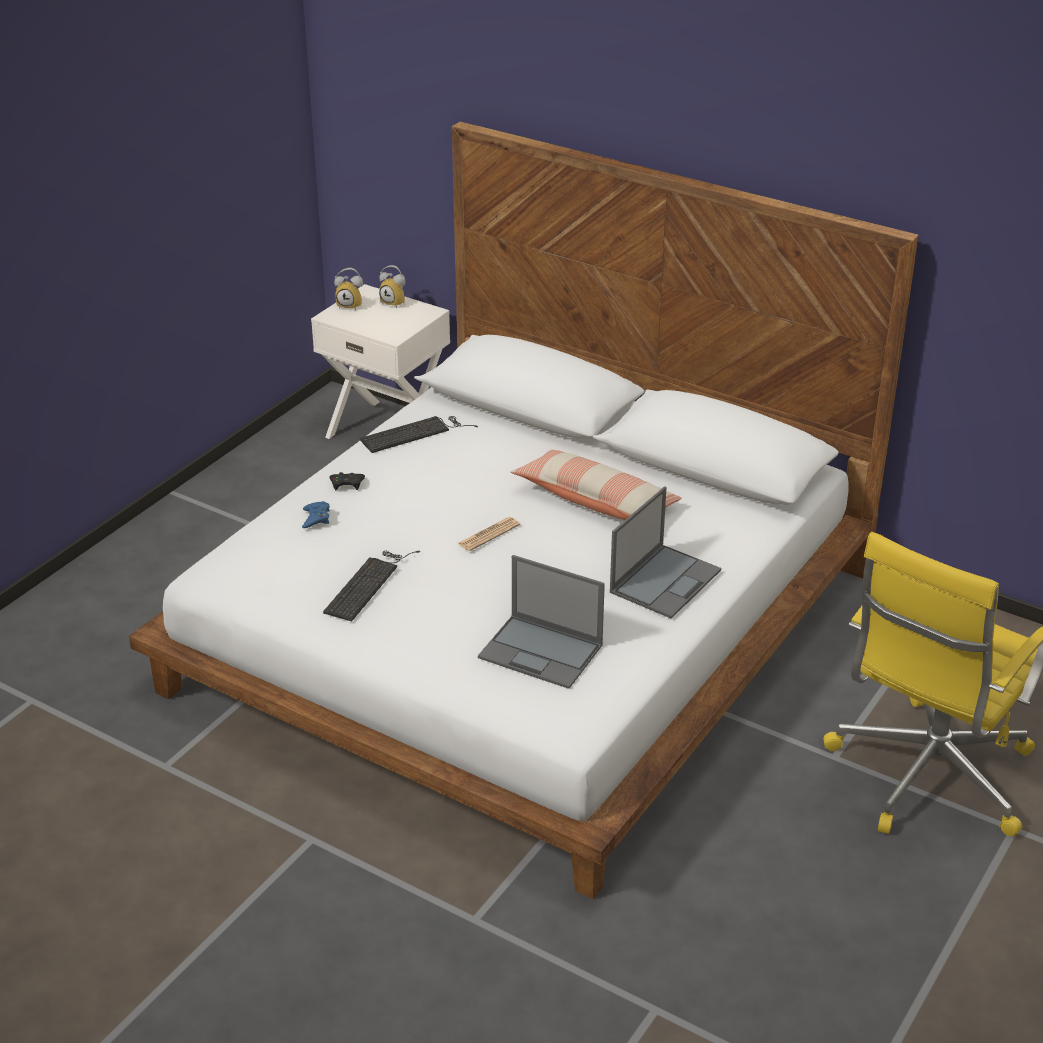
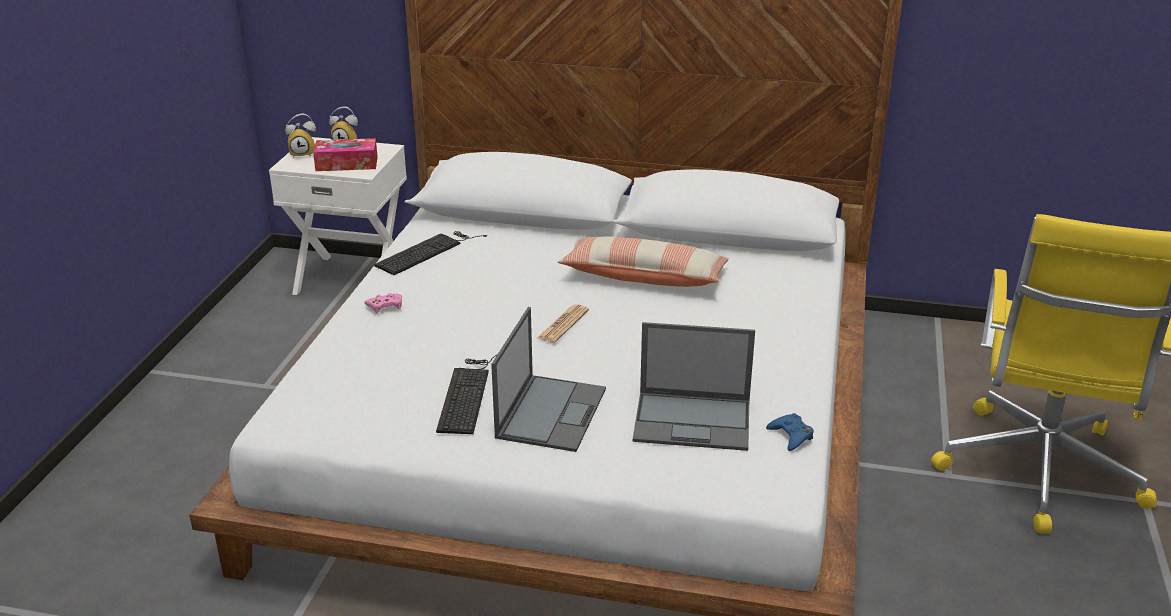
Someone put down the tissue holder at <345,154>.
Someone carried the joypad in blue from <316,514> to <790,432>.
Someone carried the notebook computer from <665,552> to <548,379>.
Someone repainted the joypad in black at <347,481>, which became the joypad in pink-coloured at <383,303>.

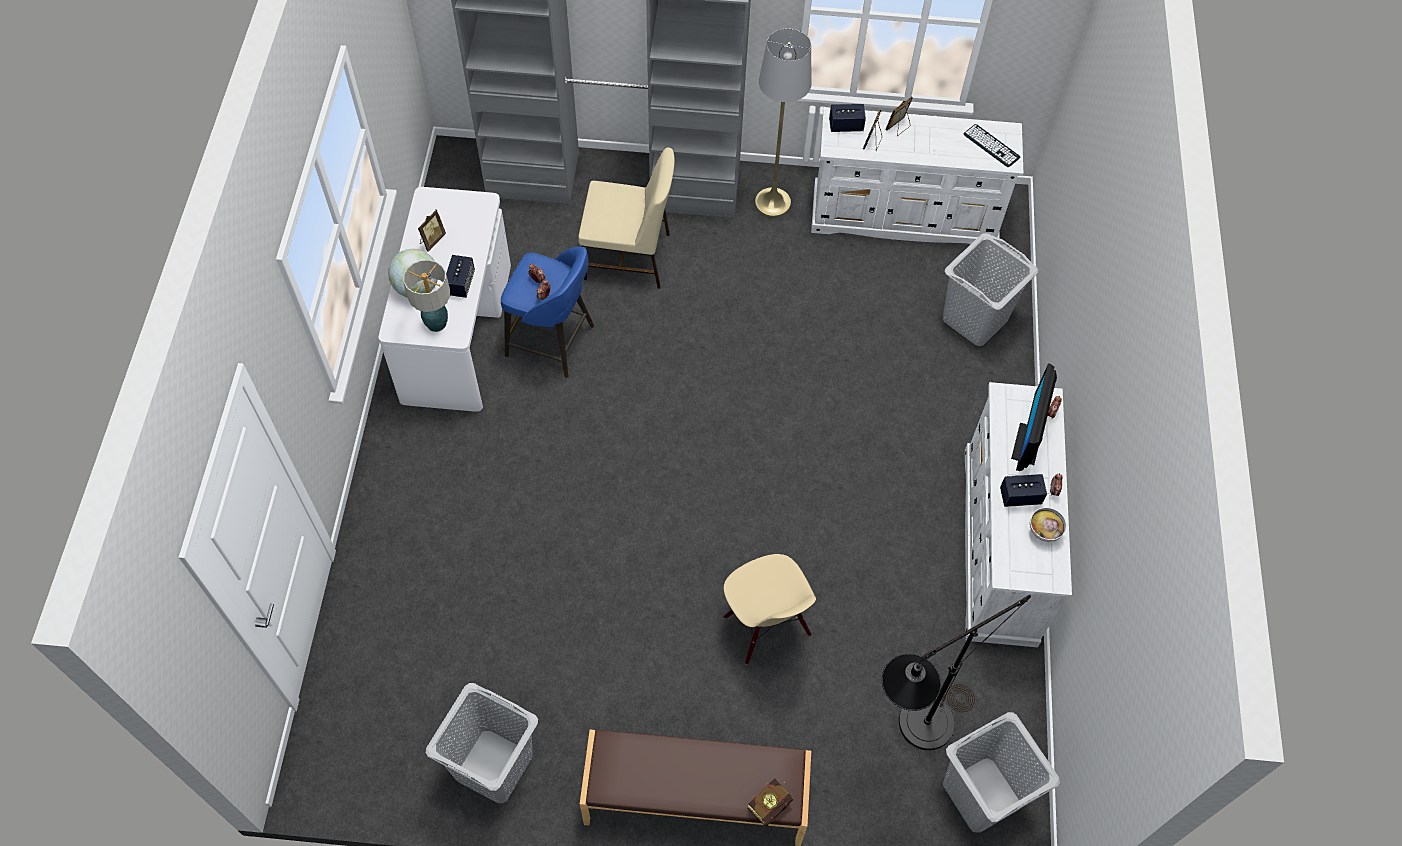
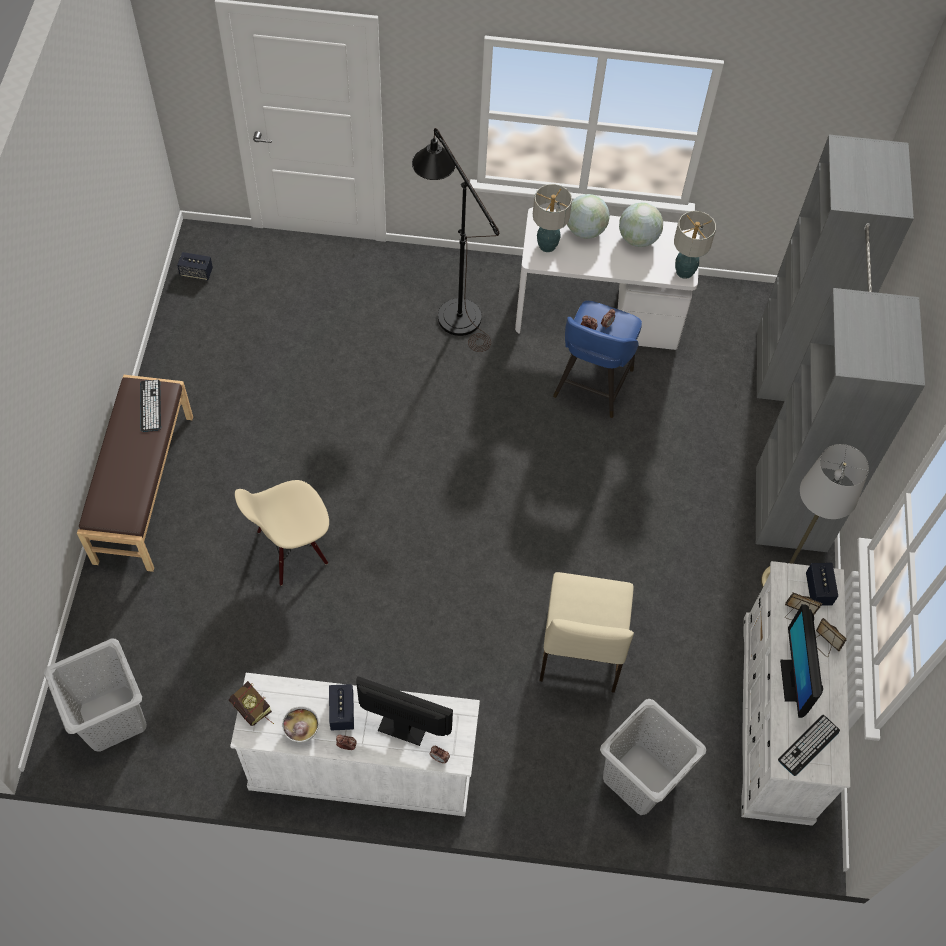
Someone took away the washing basket in gray at <482,743>.
Someone put down the keyboard at <150,406>.
Someone put down the tabletop lamp at <695,245>.
Someone put down the computer screen at <801,661>.
Someone carried the audio speaker from <460,276> to <195,266>.
Someone carried the chair in beige from <626,218> to <586,632>.
Someone carried the volume from <770,802> to <251,703>.
Someone carried the standing lamp in black from <956,672> to <455,240>.
Someone swapped the picture frame at <432,230> for the globe at <641,224>.

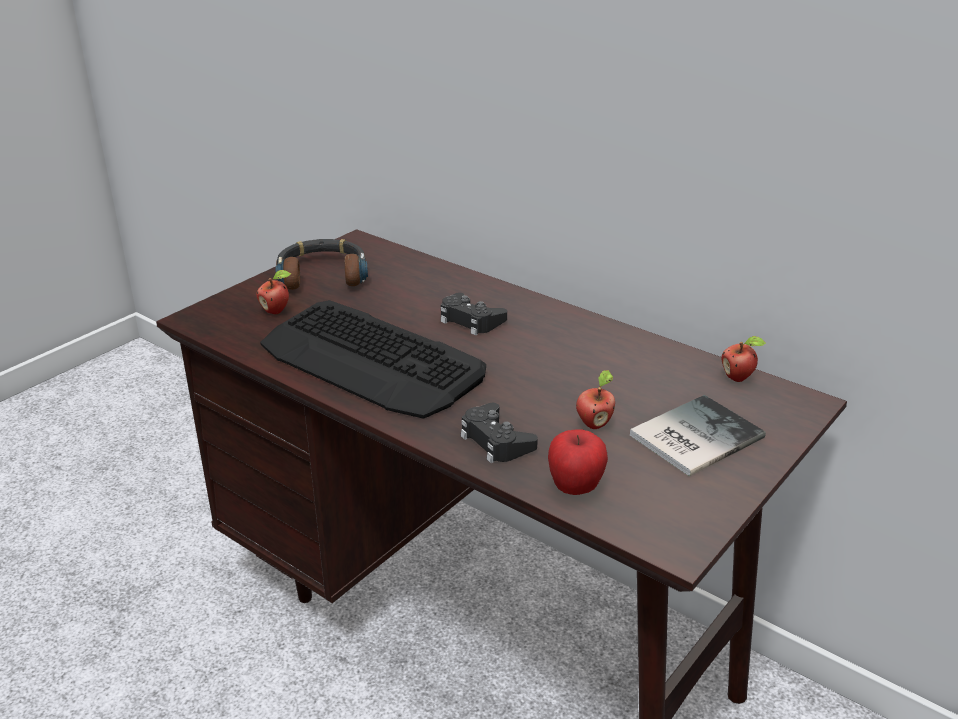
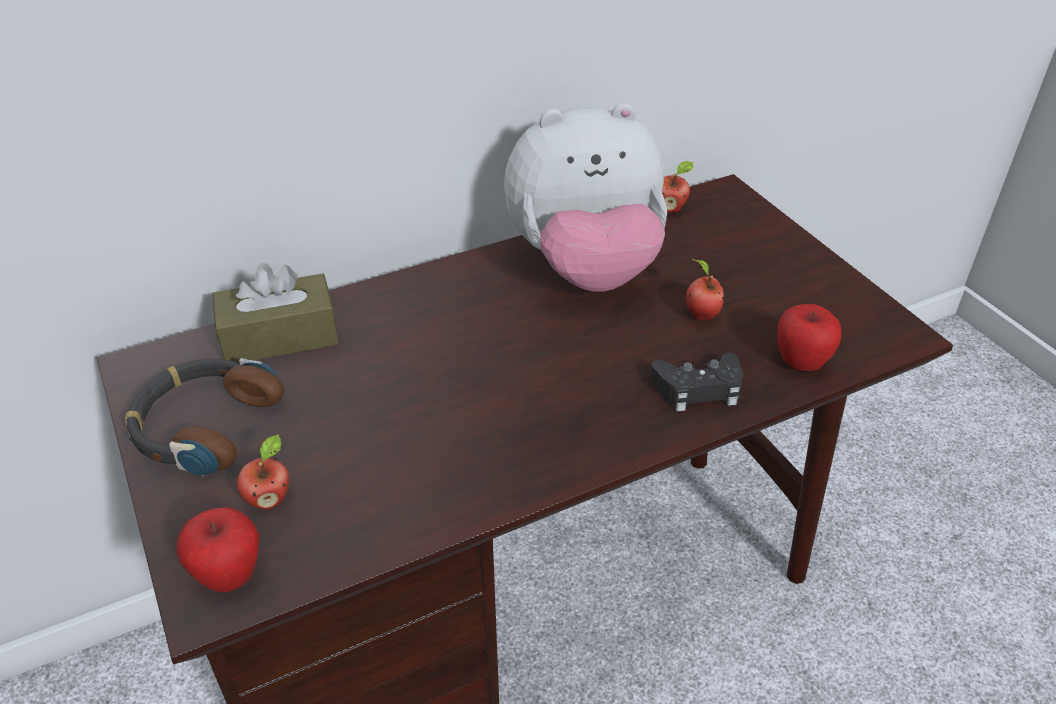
Someone took away the keyboard at <373,359>.
Someone took away the joypad in black at <474,314>.
Someone took away the volume at <698,435>.
Someone put down the whole apple at <218,549>.
Someone put down the tissue holder in brown at <275,313>.
Someone put down the cuddly toy at <585,197>.

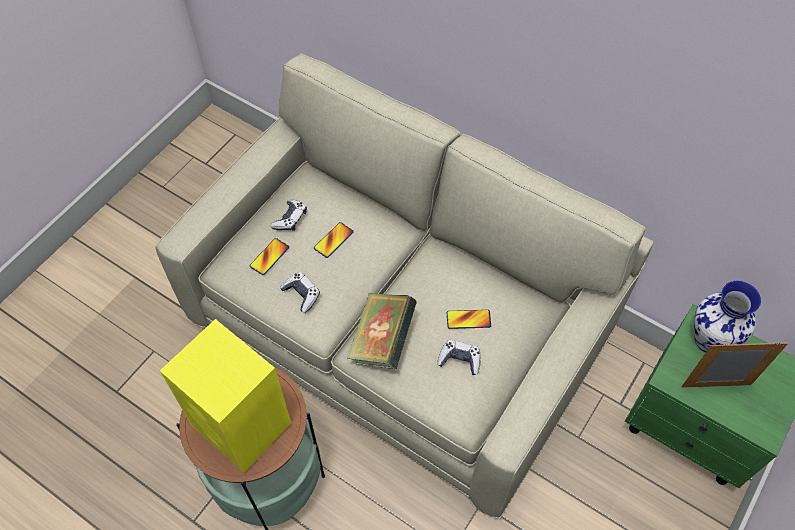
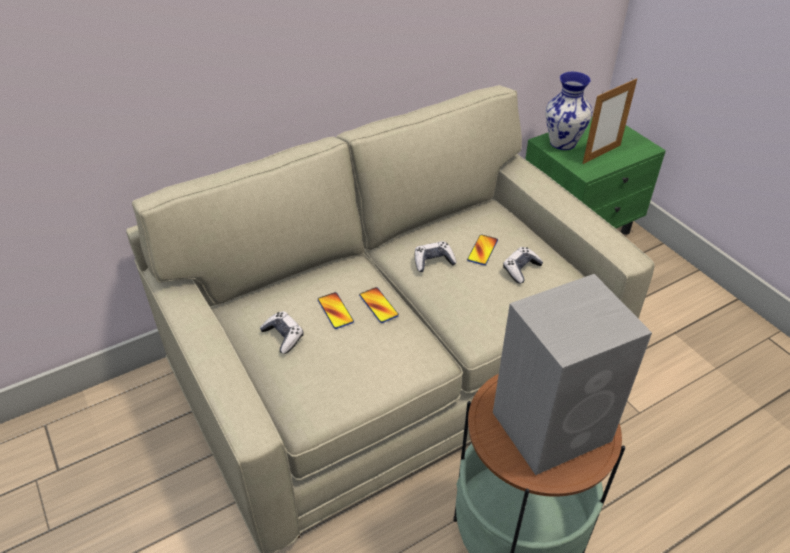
Someone took away the volume at <382,331>.
Someone carried the telephone from <269,256> to <379,305>.
Someone carried the joypad from <300,292> to <436,256>.
Someone repainted the audio speaker in yellow-coloured at <225,395>, which became the audio speaker in gray at <572,374>.
Someone rotated the picture frame at <734,365> by 150 degrees counterclockwise.

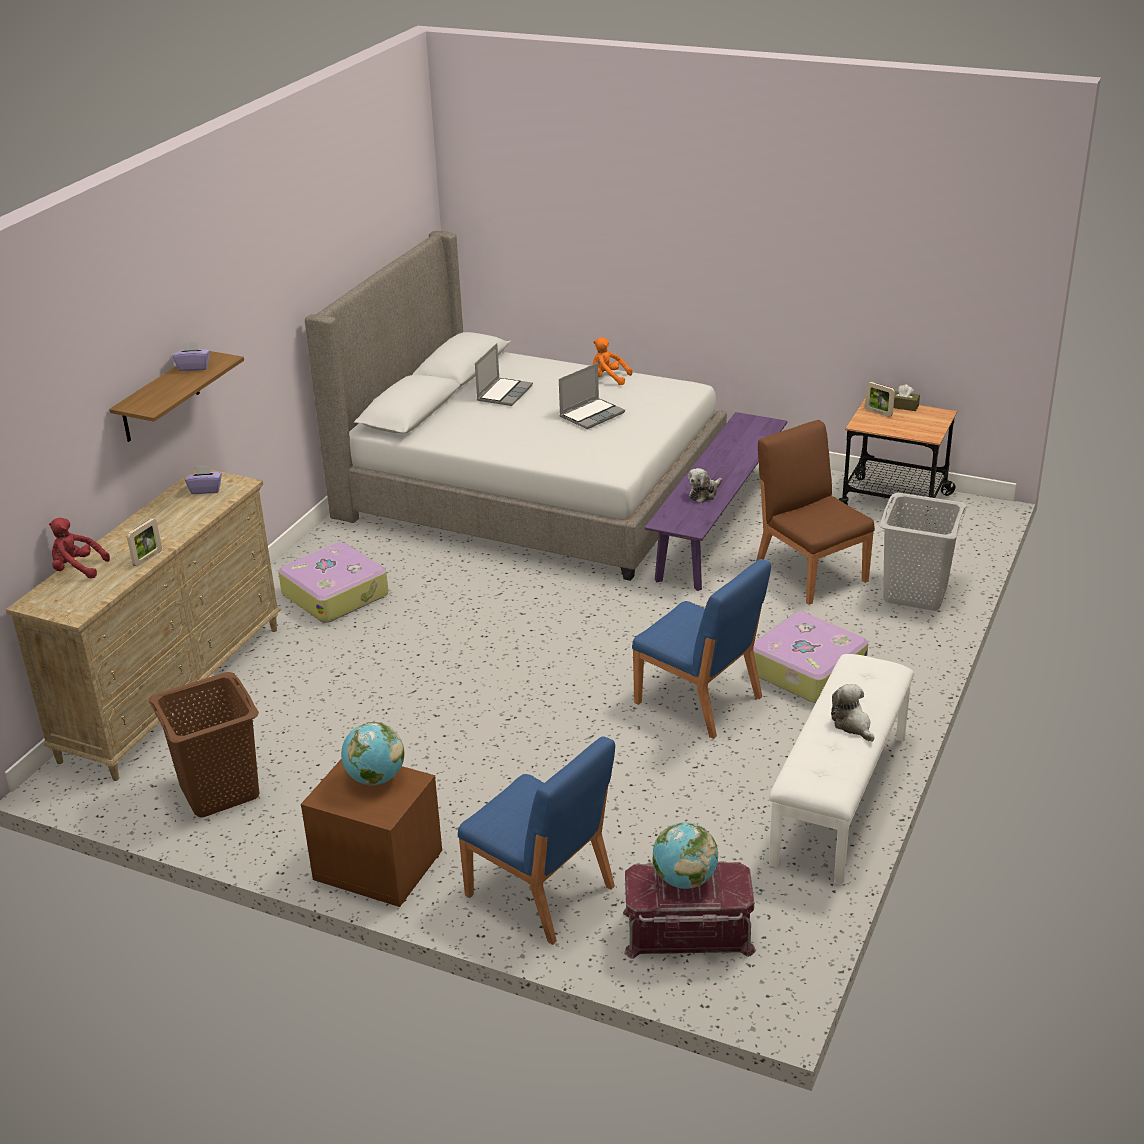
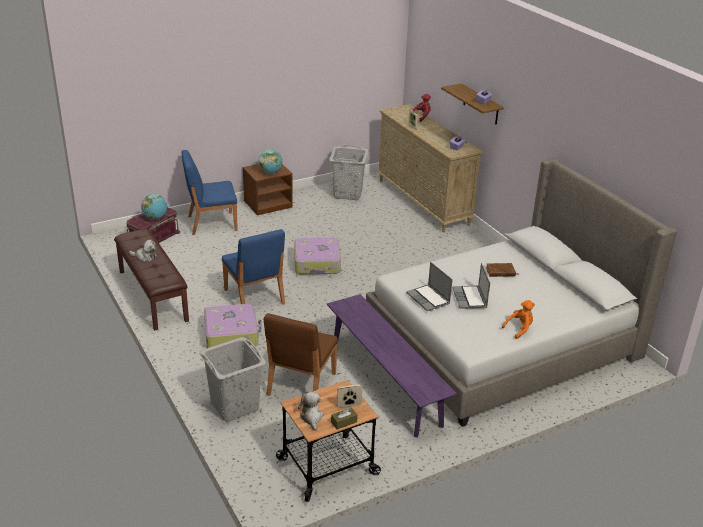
Someone put down the volume in brown at <501,270>.
Someone carried the suitcase from <333,582> to <317,256>.
Someone carried the notebook computer from <504,374> to <429,286>.
Someone carried the cuddly toy from <705,485> to <310,411>.
Someone repainted the washing basket in brown at <204,744>, which became the washing basket in gray at <349,172>.
Someone repainted the bench in whitish at <841,769>, which became the bench in brown at <151,280>.
Someone rotated the chair in blue at <701,649> by 105 degrees counterclockwise.
Someone rotated the chair in brown at <815,512> by 105 degrees clockwise.

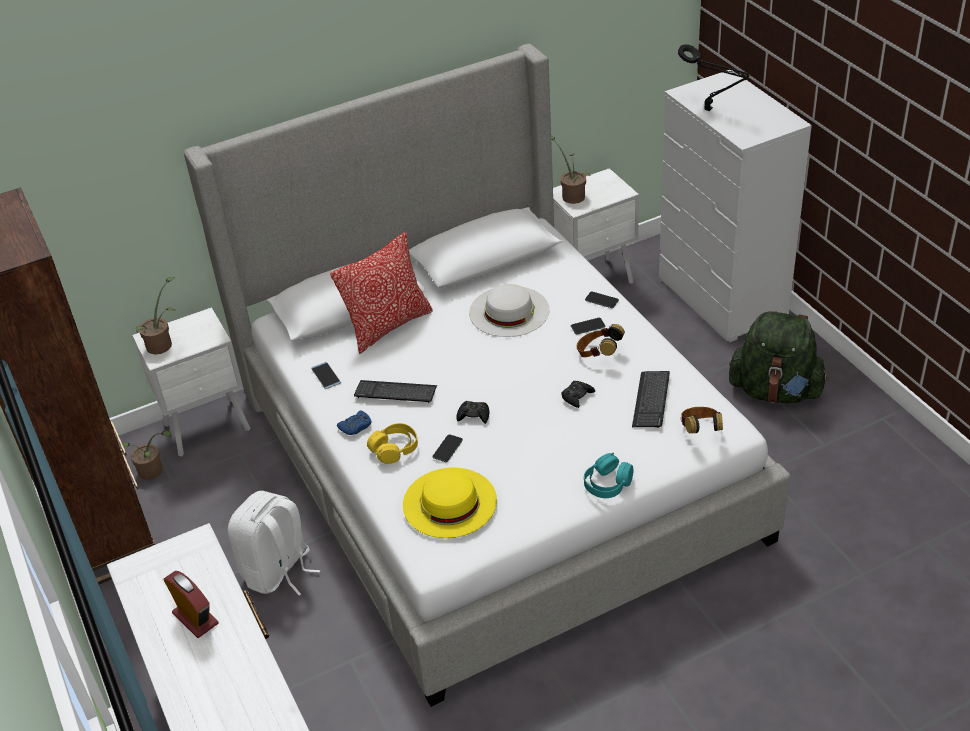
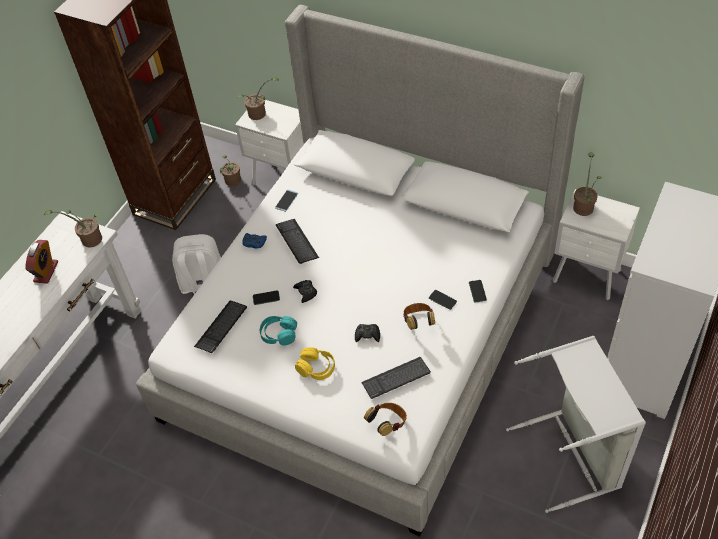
Someone took away the throw pillow at <381,293>.
Someone took away the hat in whitish at <509,310>.
Someone took away the tabletop lamp in black at <714,77>.
Someone put down the houseplant at <73,228>.
Someone carried the pair of headphones in yellow-coloured from <392,443> to <315,363>.
Someone carried the pair of headphones in blue-green from <608,475> to <278,331>.
Someone swapped the hat in yellow-coloured at <450,502> for the keyboard at <220,327>.
Someone swapped the knapsack in greenish at <779,357> for the washing basket in gray at <576,424>.

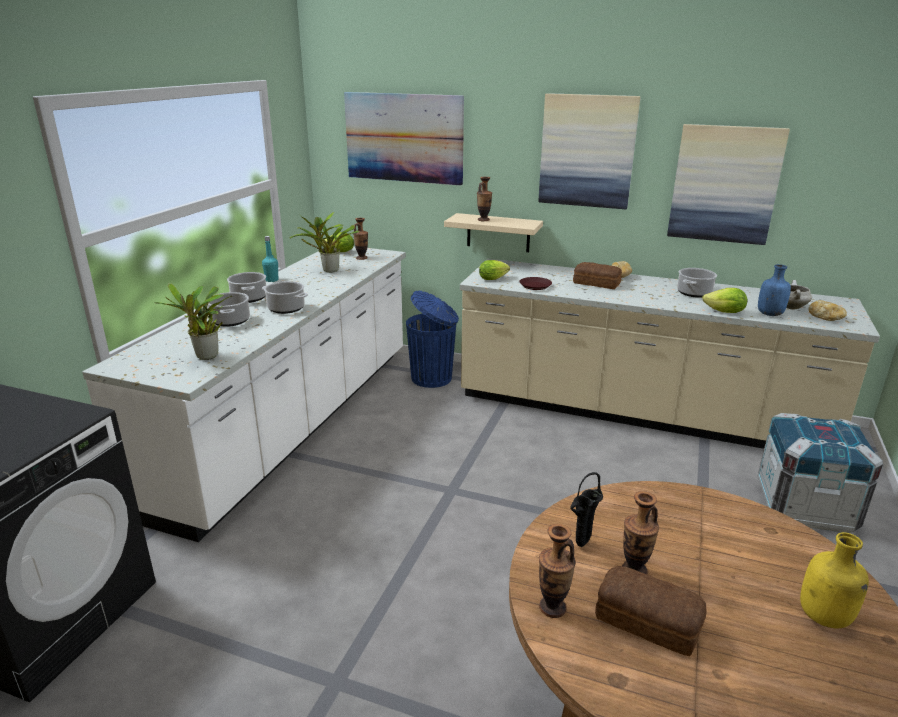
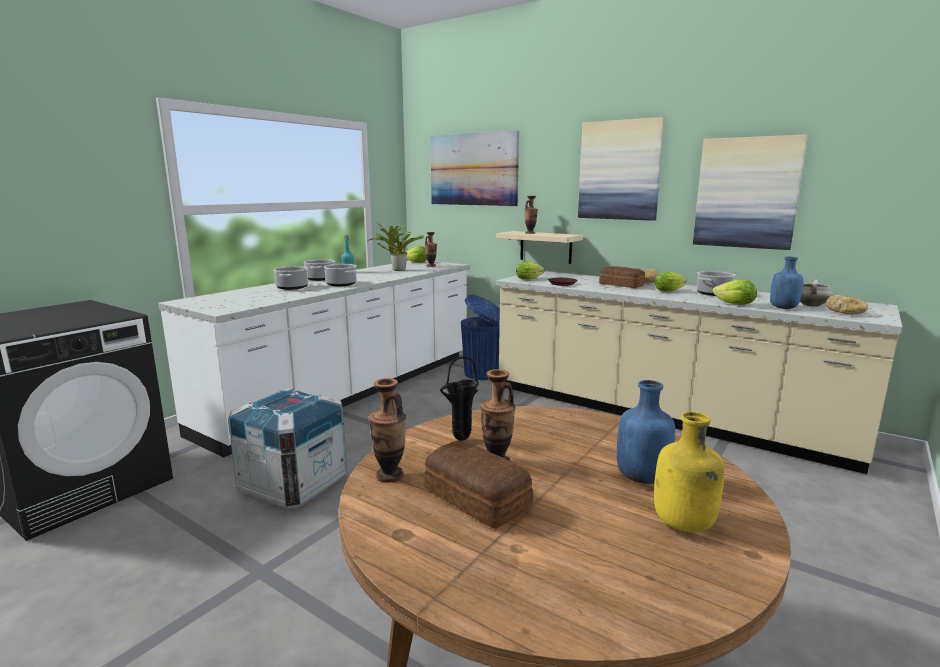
Someone took away the houseplant at <193,322>.
Someone put down the bottle in blue at <646,432>.
Someone put down the head of lettuce at <671,282>.
Someone carried the crate from <820,473> to <287,448>.

